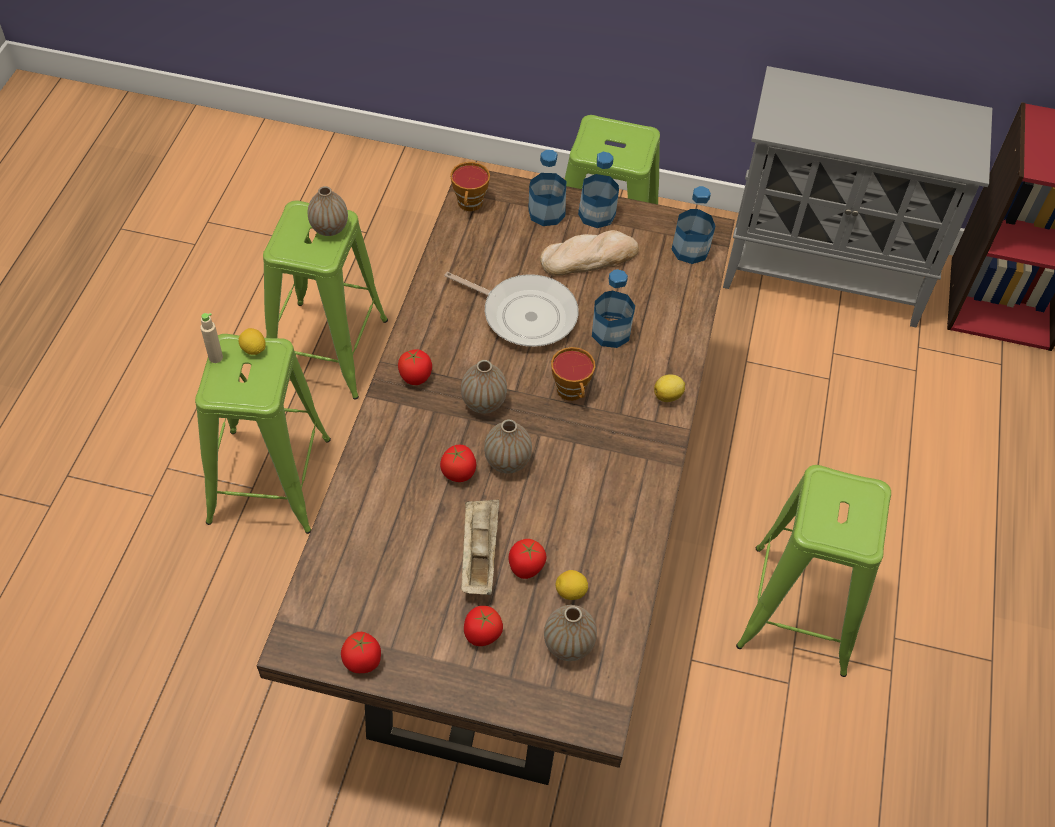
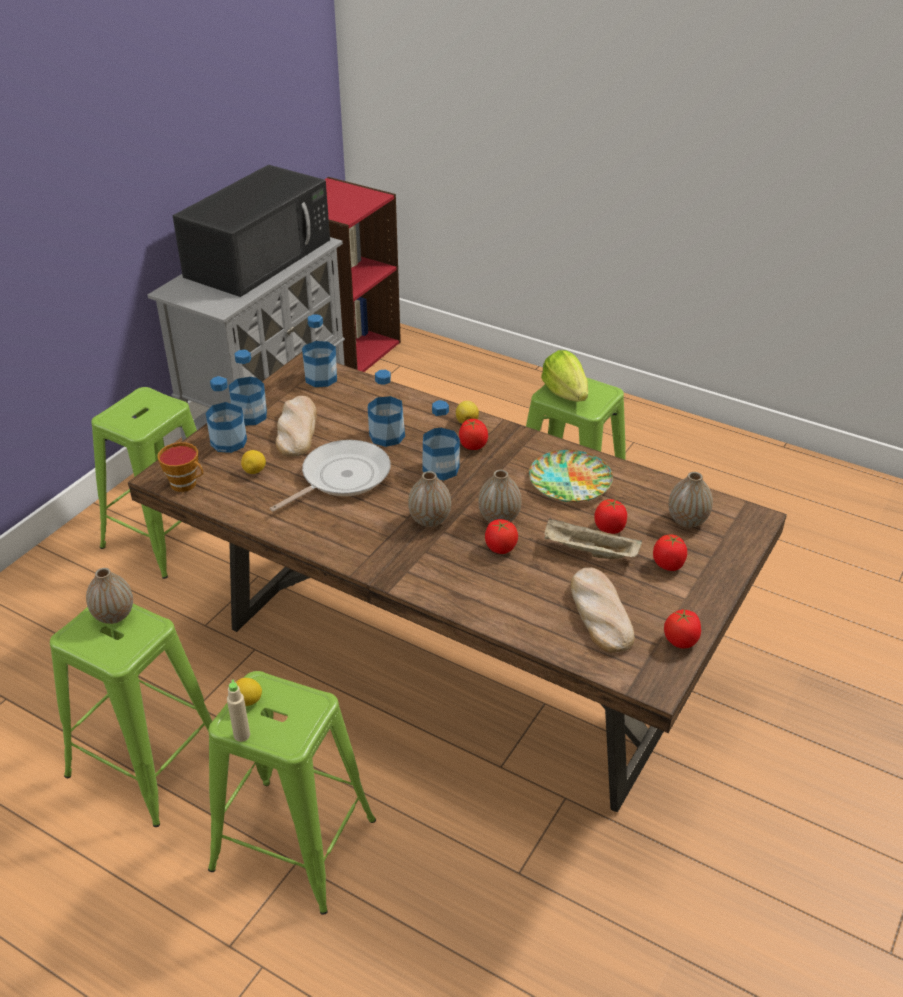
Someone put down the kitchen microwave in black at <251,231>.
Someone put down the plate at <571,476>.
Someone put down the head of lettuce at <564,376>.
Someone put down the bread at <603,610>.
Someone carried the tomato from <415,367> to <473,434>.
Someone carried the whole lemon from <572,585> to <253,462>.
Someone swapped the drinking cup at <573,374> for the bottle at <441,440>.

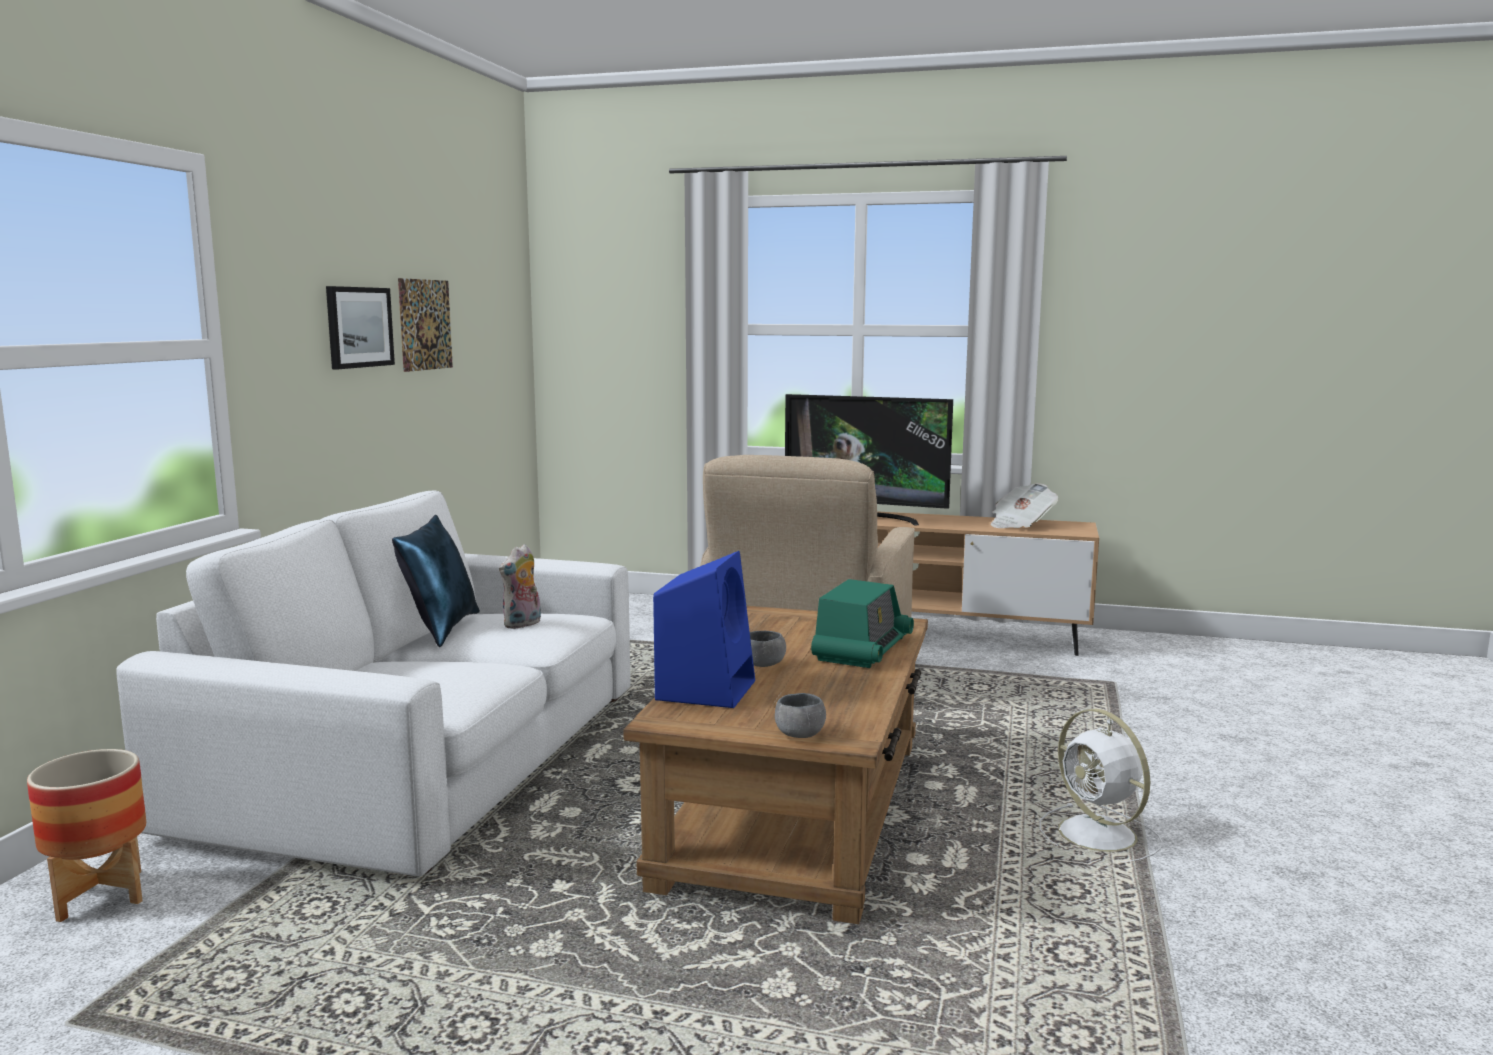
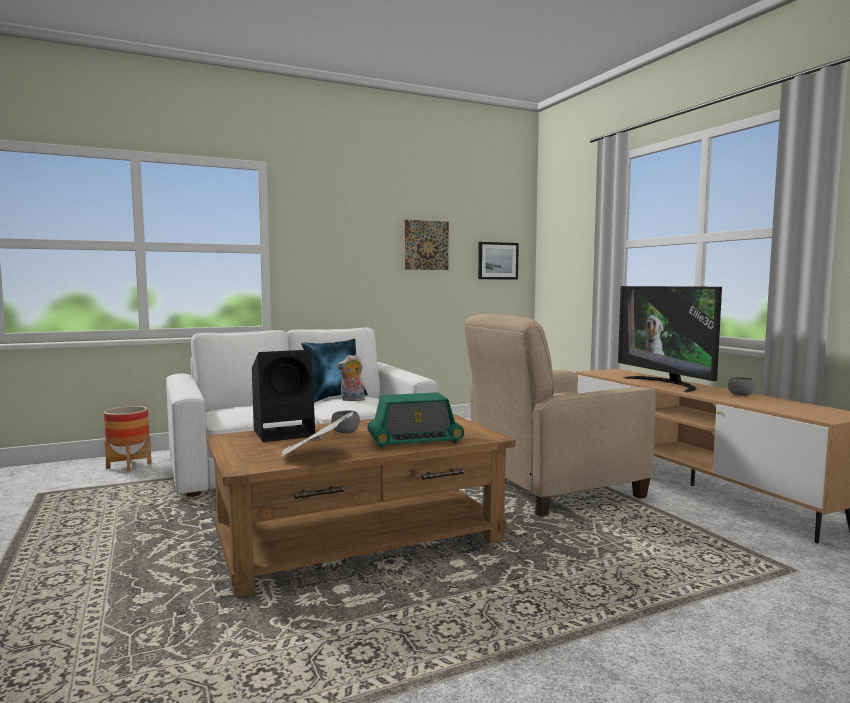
Someone took away the fan in whitish at <1101,785>.
Someone carried the wall picture from <360,327> to <498,260>.
Someone carried the serving bowl in gray from <800,715> to <741,386>.
Someone carried the daily paper from <1024,505> to <317,434>.
Someone repainted the audio speaker in blue at <704,629>, which became the audio speaker in black at <283,396>.

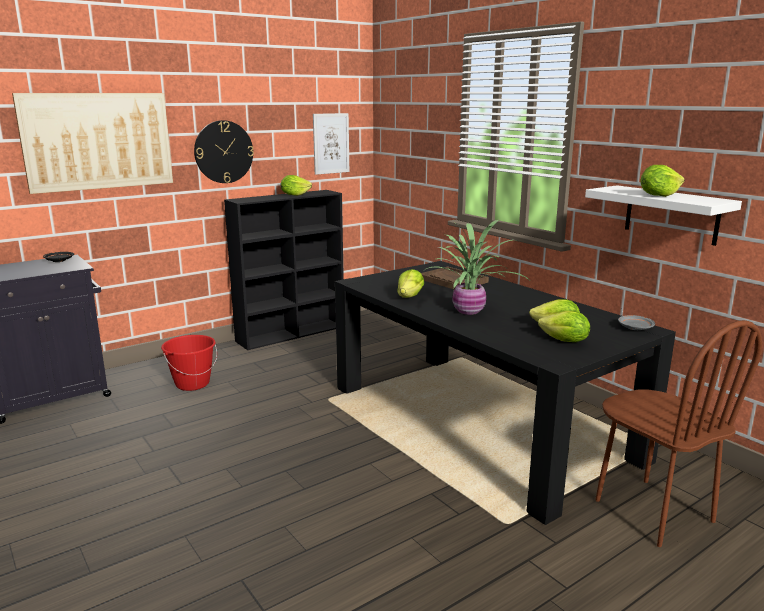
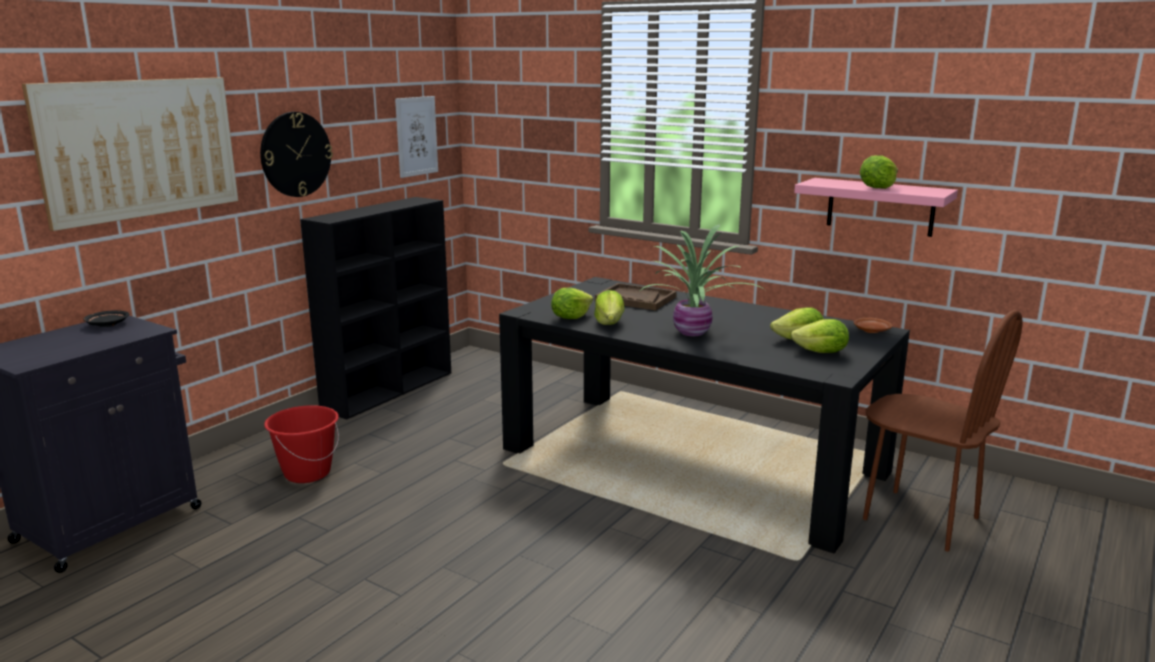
Someone carried the head of lettuce from <296,185> to <572,303>.
Someone repainted the shelf in whitish at <663,215>, which became the shelf in pink-coloured at <876,207>.
Someone repainted the plate in gray at <636,322>, which became the plate in brown at <873,325>.

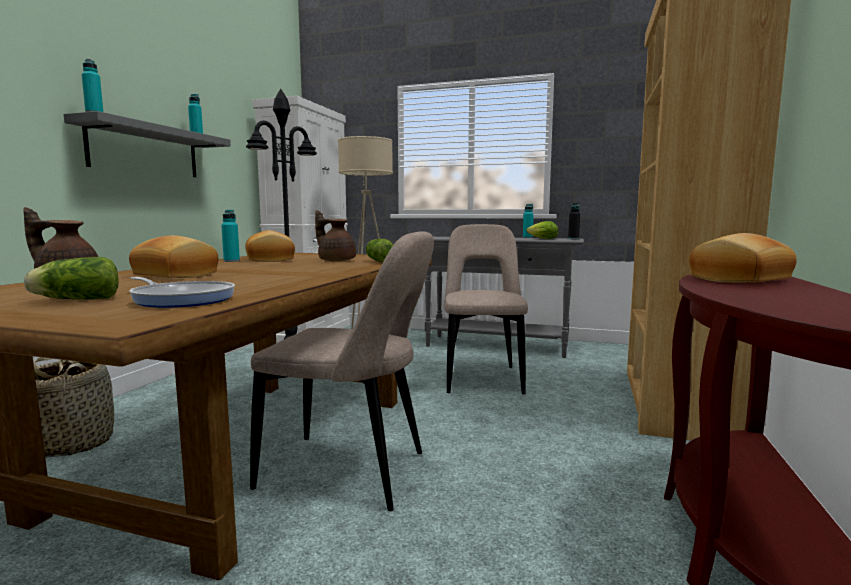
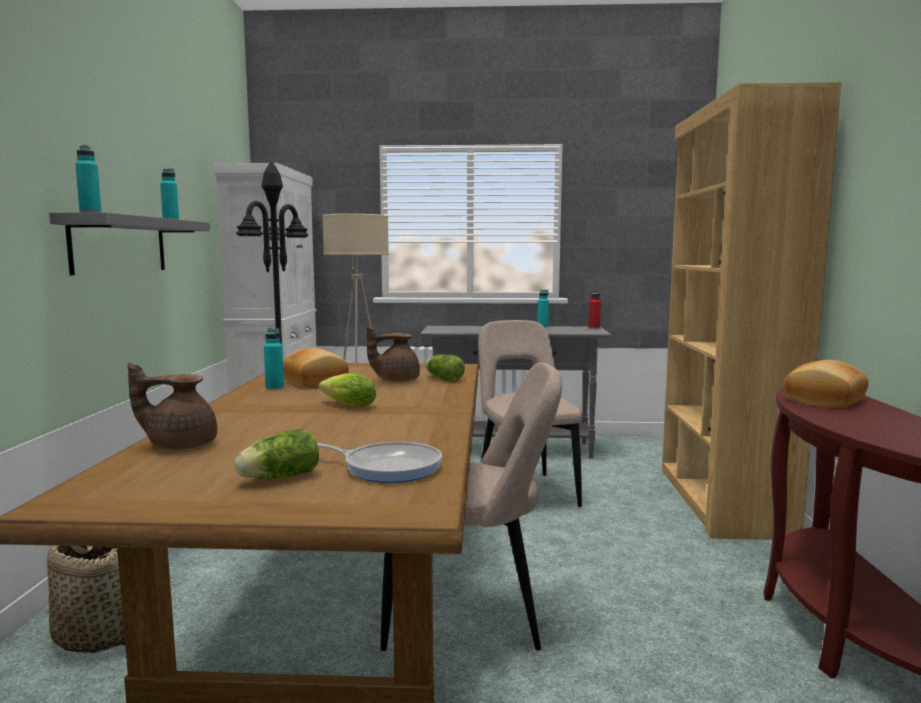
Someone took away the bread at <174,256>.
Someone carried the head of lettuce from <542,230> to <347,389>.
Someone repainted the bottle in black at <574,221>, which became the bottle in reddish at <595,309>.
Someone rotated the tea pot in brown at <335,236> by 45 degrees counterclockwise.

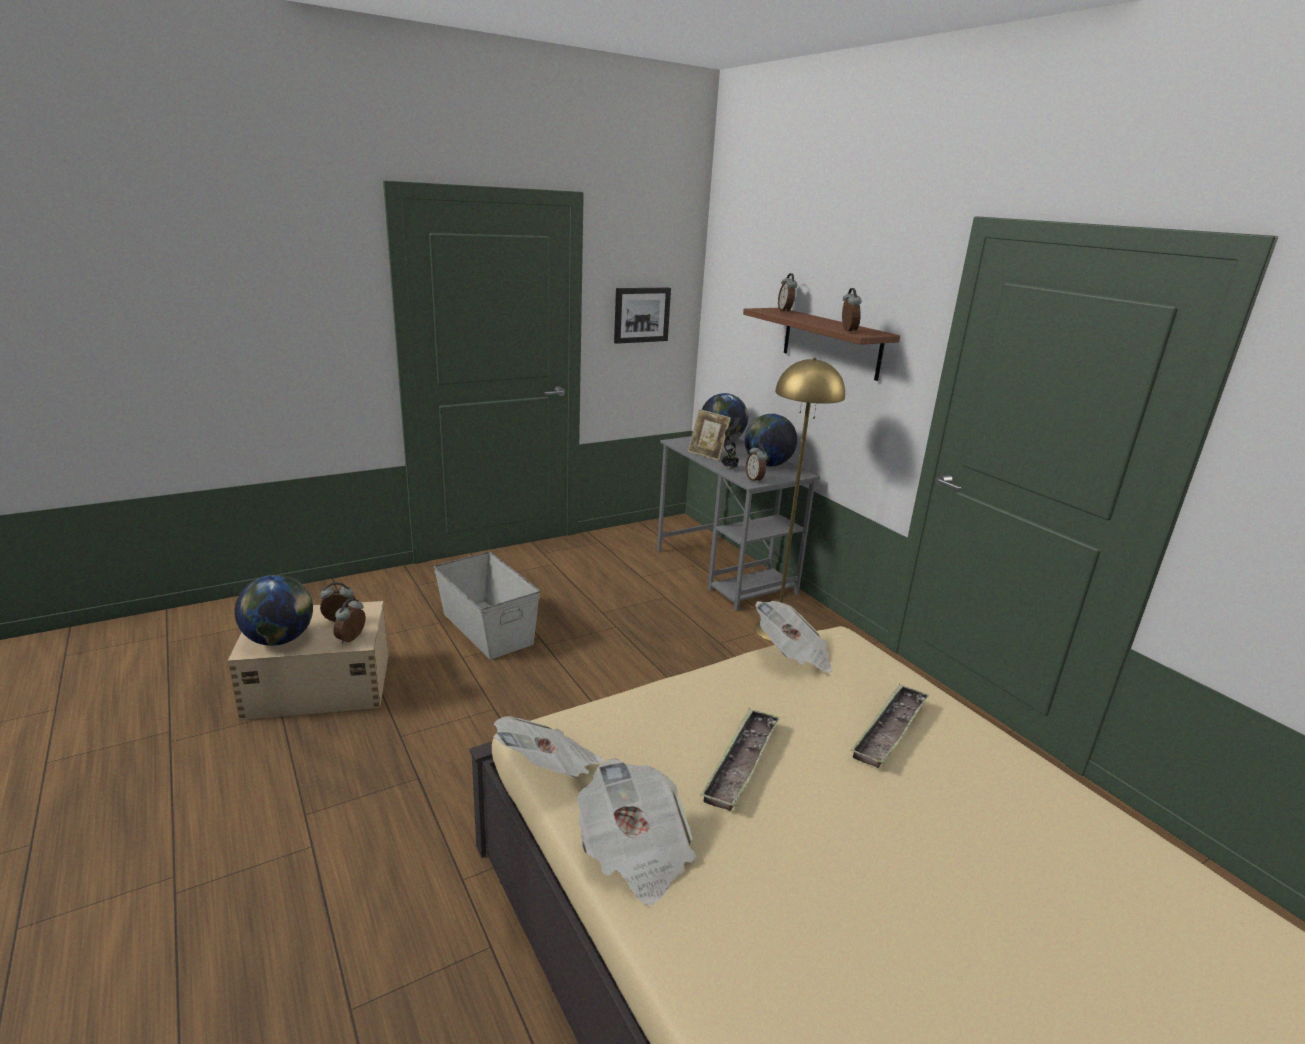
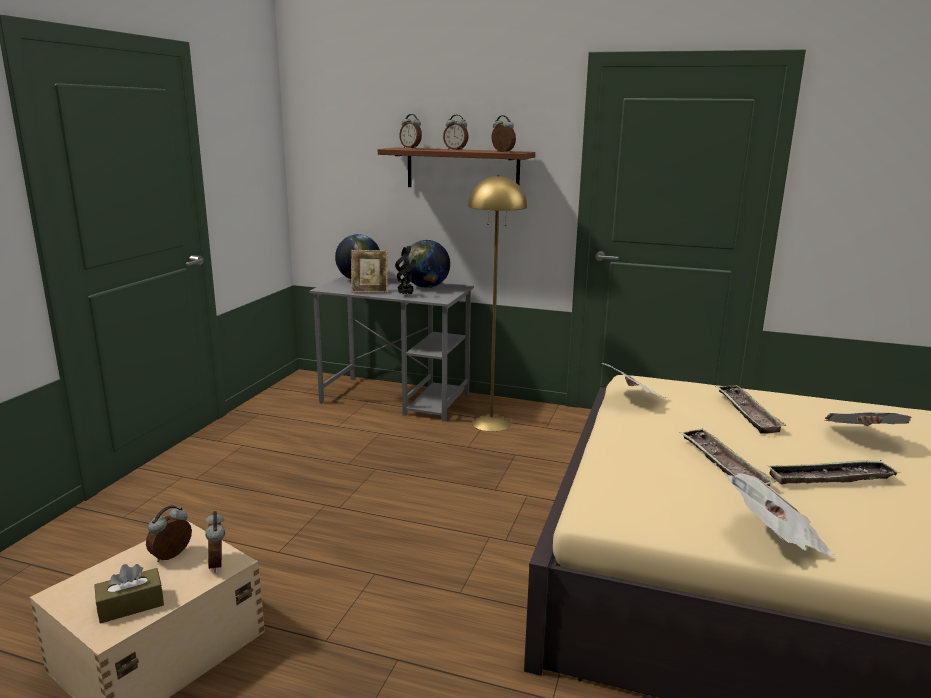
Someone took away the storage bin in gray at <487,605>.
Someone took away the wall picture at <642,316>.
Someone put down the tray at <833,472>.
Someone carried the daily paper from <548,747> to <868,419>.
Someone carried the bedside clock from <757,463> to <456,132>.
Someone swapped the globe at <274,610> for the tissue holder in brown at <129,594>.

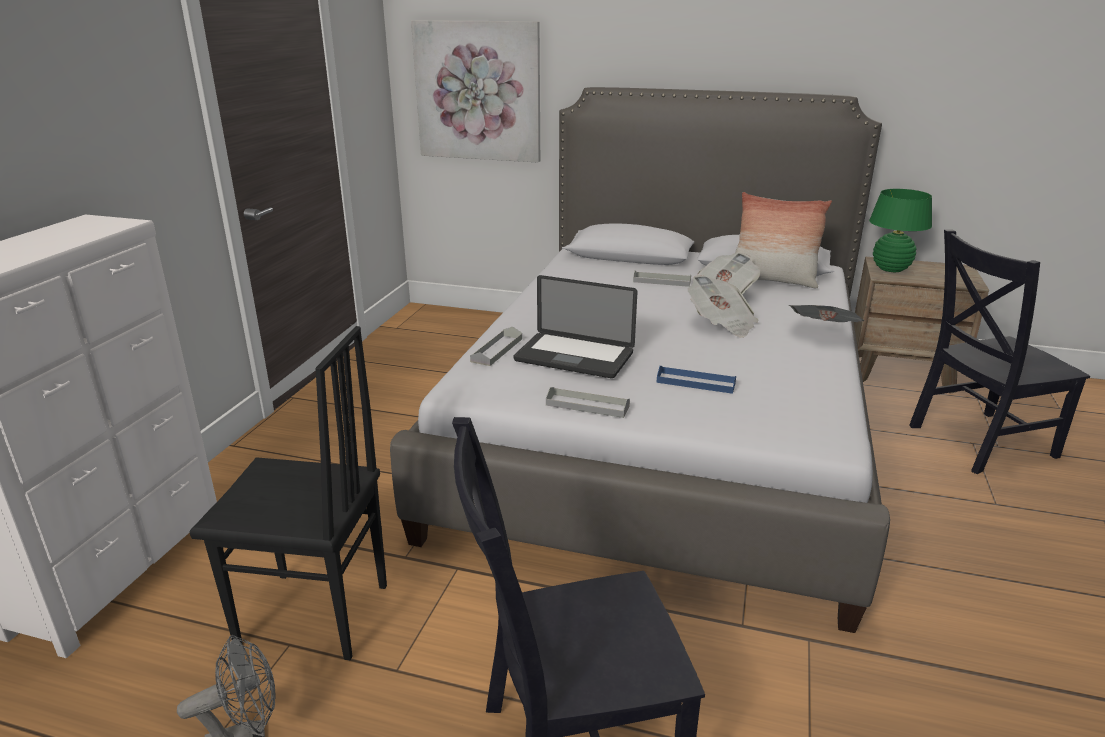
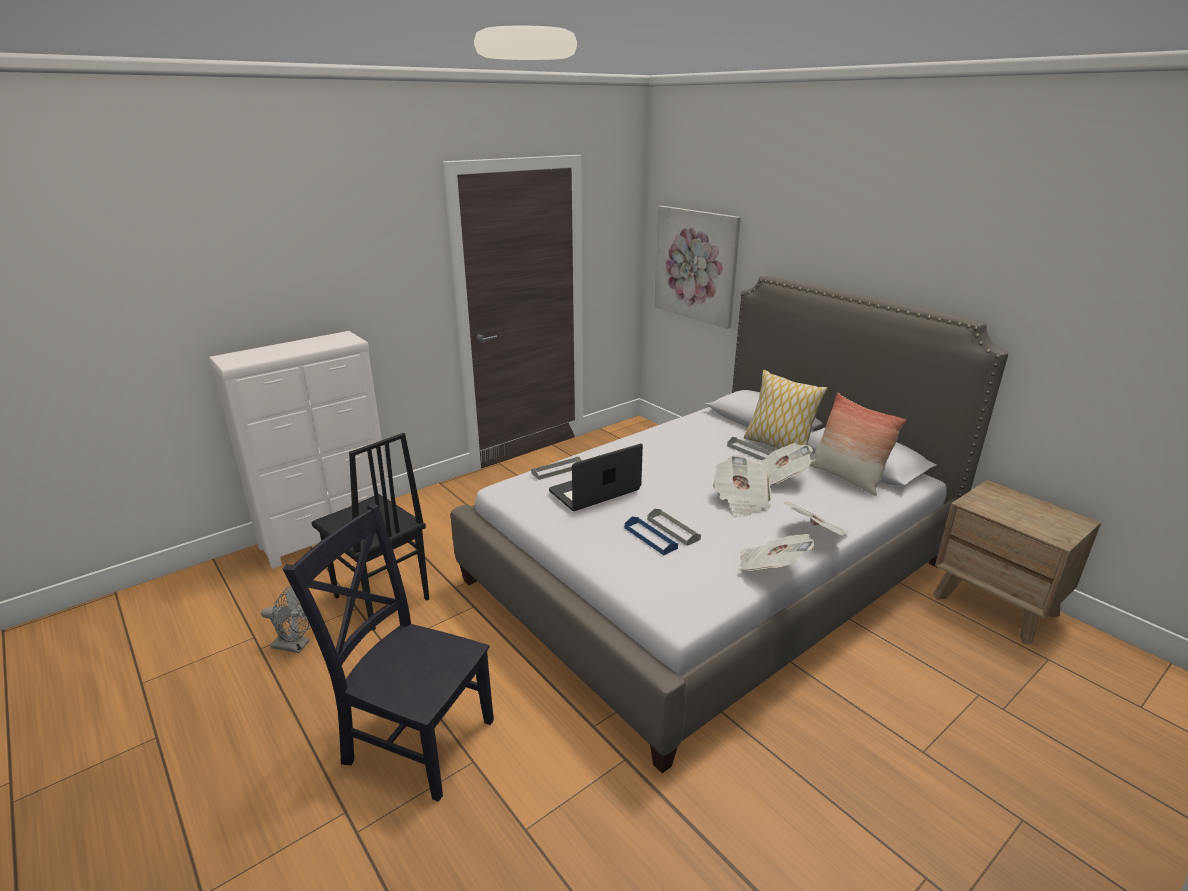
Someone took away the tabletop lamp in greenish at <900,230>.
Someone took away the chair in black at <999,352>.
Someone put down the daily paper at <777,552>.
Someone put down the throw pillow at <785,409>.
Someone carried the tray in gray from <588,402> to <674,527>.
Someone rotated the notebook computer at <575,326> by 90 degrees clockwise.

